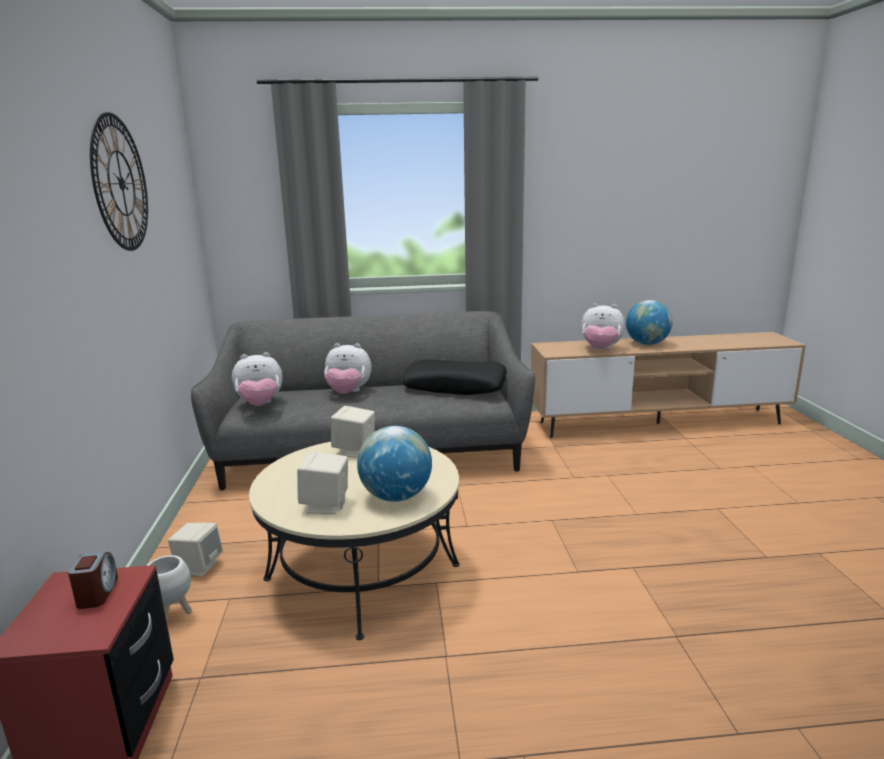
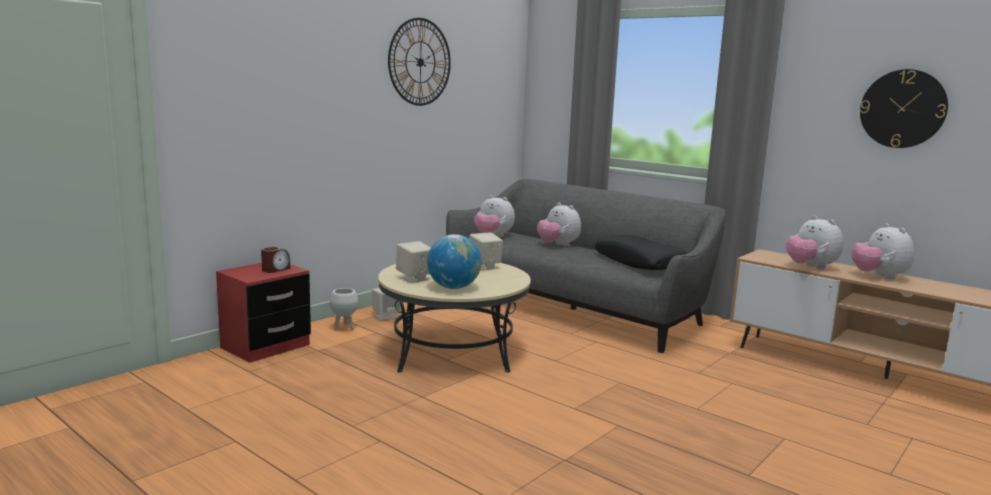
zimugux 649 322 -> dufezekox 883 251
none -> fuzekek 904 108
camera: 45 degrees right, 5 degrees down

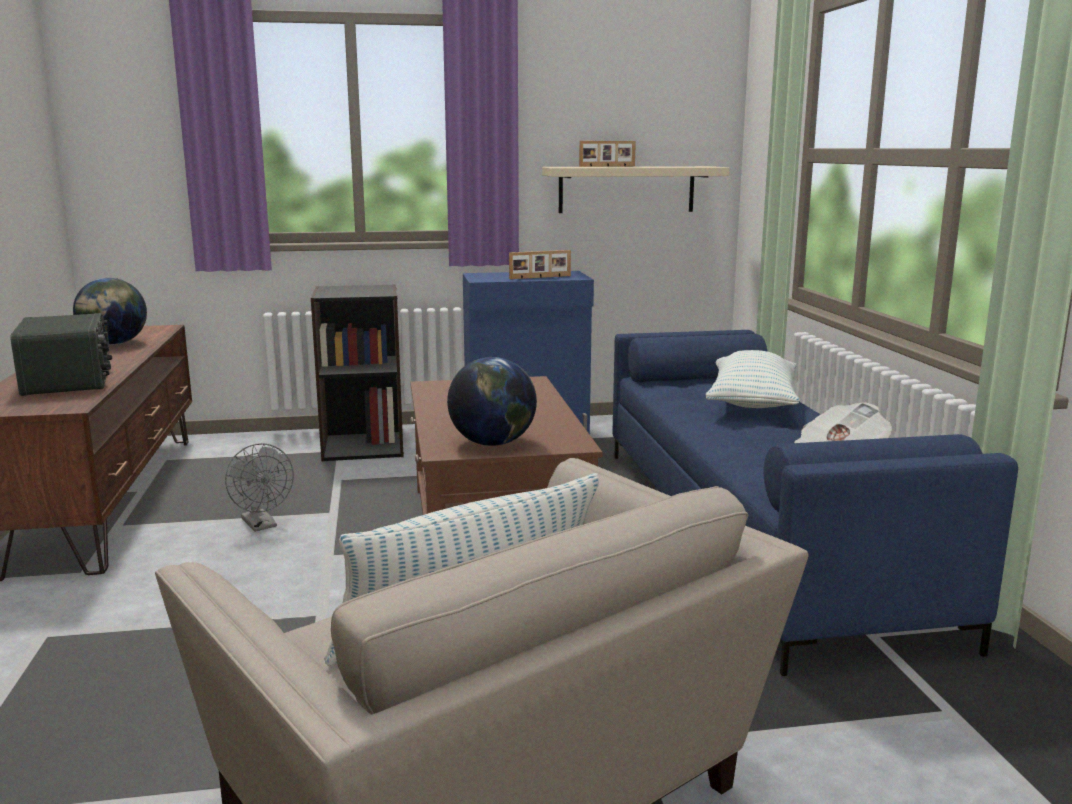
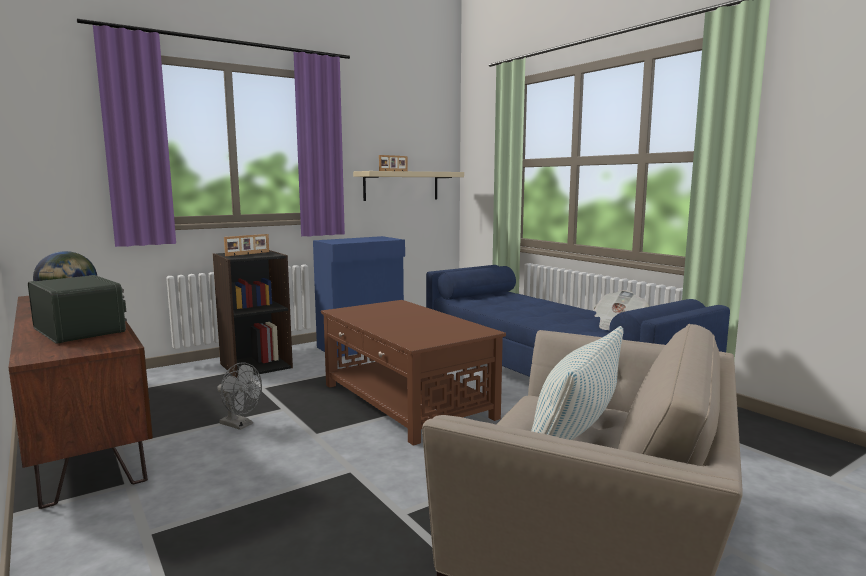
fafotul 540 264 -> fafotul 246 245, moved
zimugux 492 401 -> none
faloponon 753 379 -> none
camera: 25 degrees left, 5 degrees down

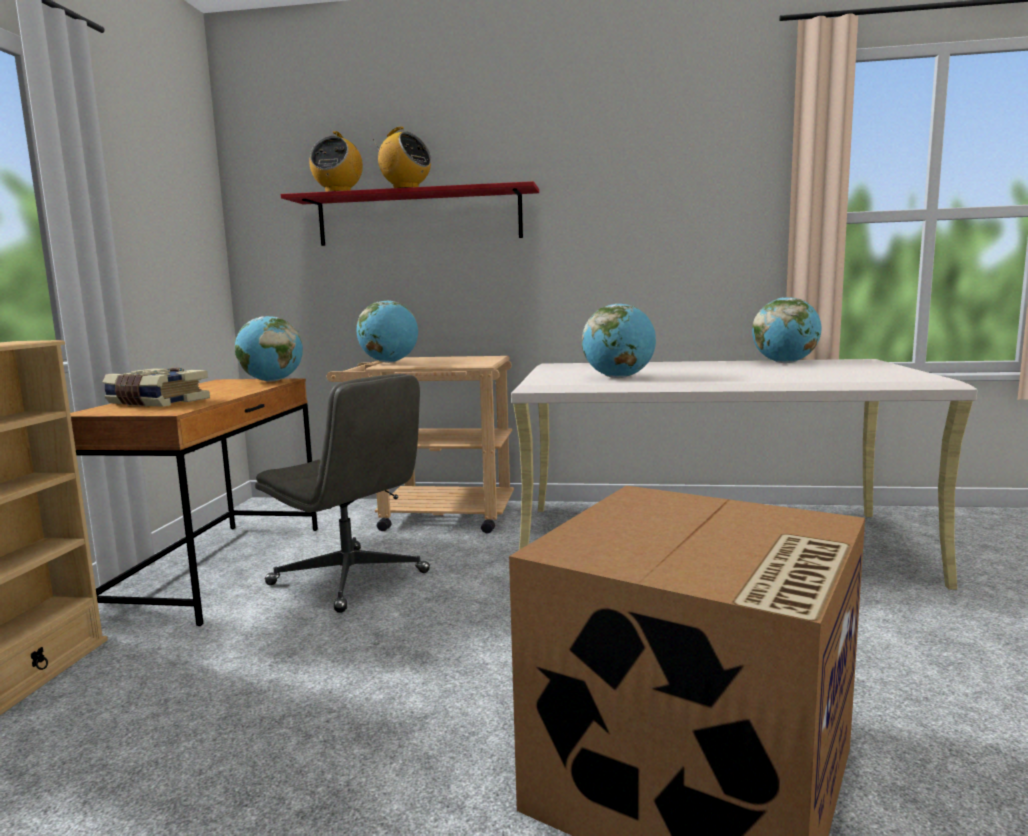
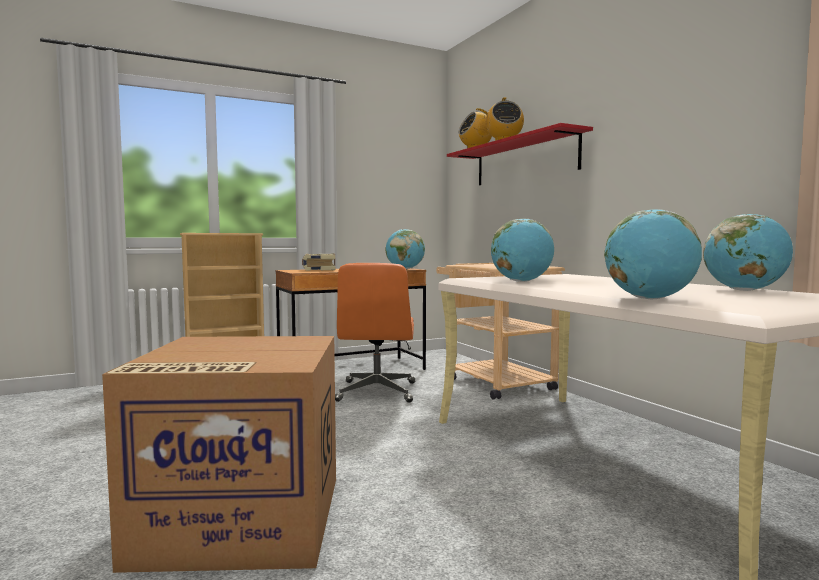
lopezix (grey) 342 493 -> lopezix (orange) 375 333
zimugux 387 331 -> zimugux 653 254, moved
camera: 55 degrees right, 5 degrees down

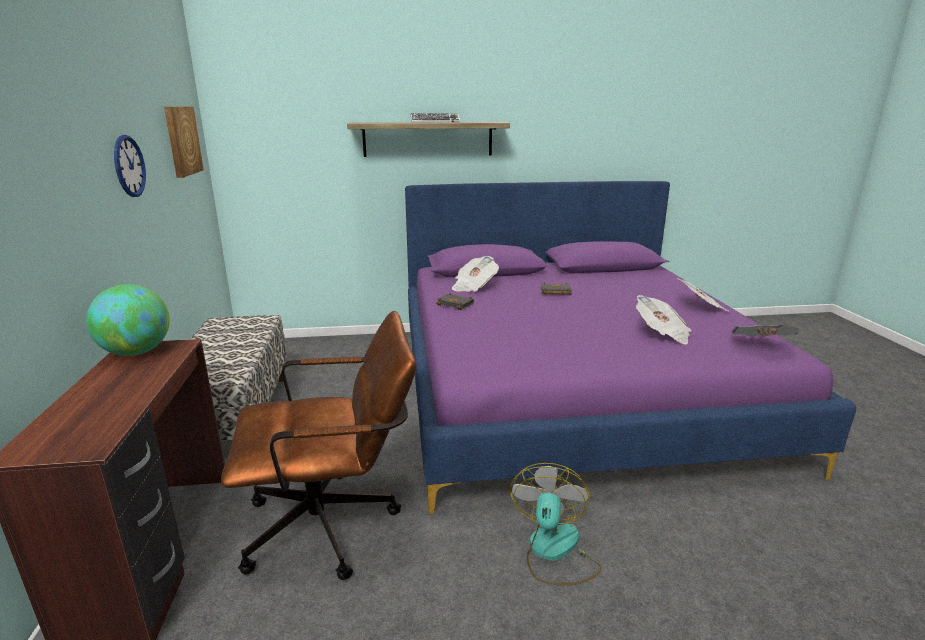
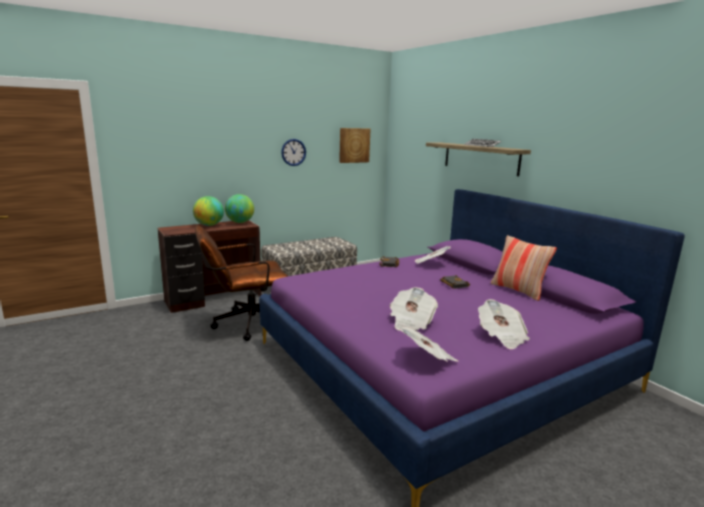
none -> zimugux 208 211
lopezix (brown) 319 445 -> lopezix (brown) 241 283, 105 degrees clockwise
none -> faloponon 524 268
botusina 556 524 -> none
camera: 65 degrees right, 5 degrees down

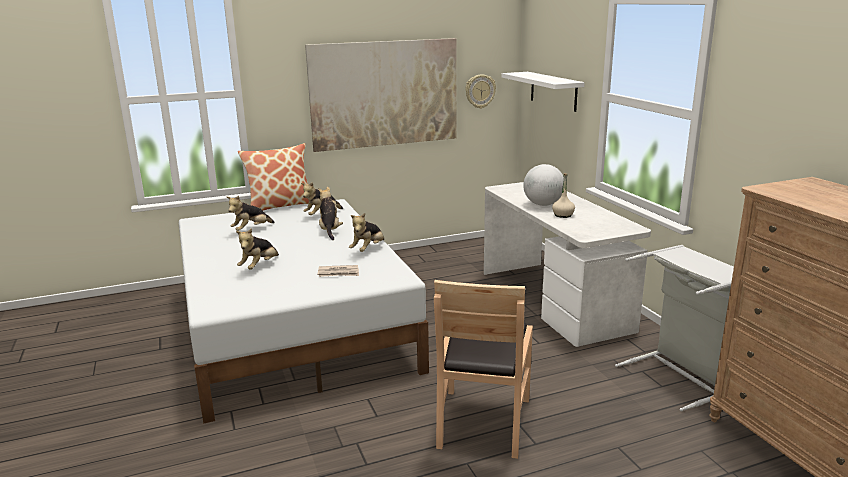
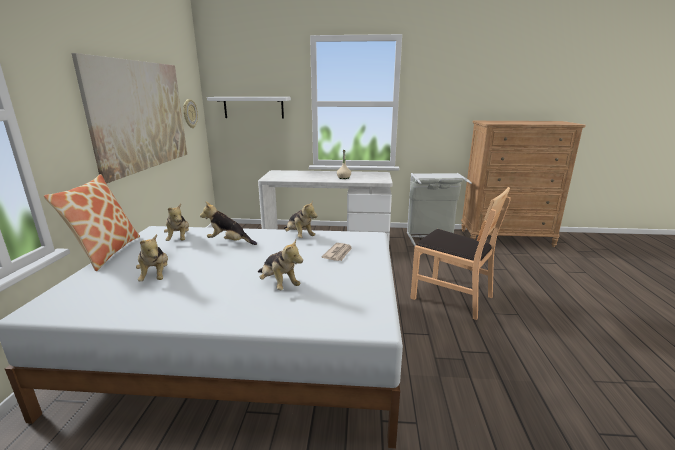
zimugux 543 185 -> none
camera: 65 degrees left, 0 degrees up

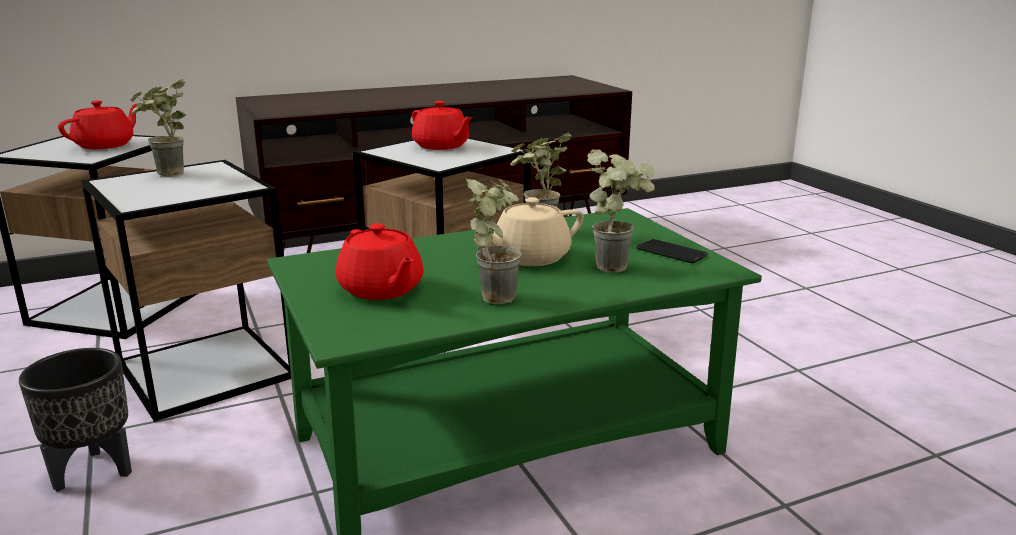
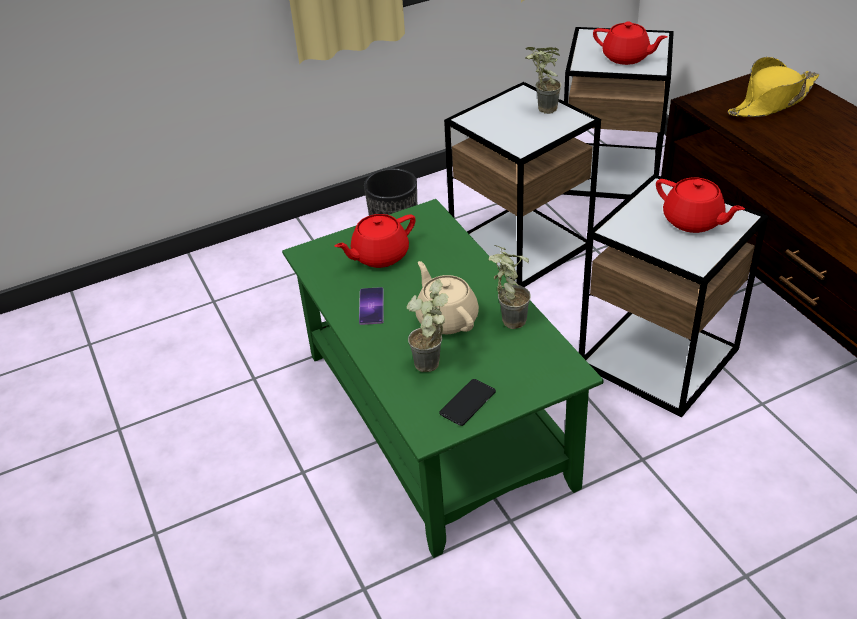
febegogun 494 241 -> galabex 371 306
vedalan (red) 442 125 -> vedalan (red) 700 205, 90 degrees counterclockwise
none -> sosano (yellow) 774 87
camera: 90 degrees right, 20 degrees up

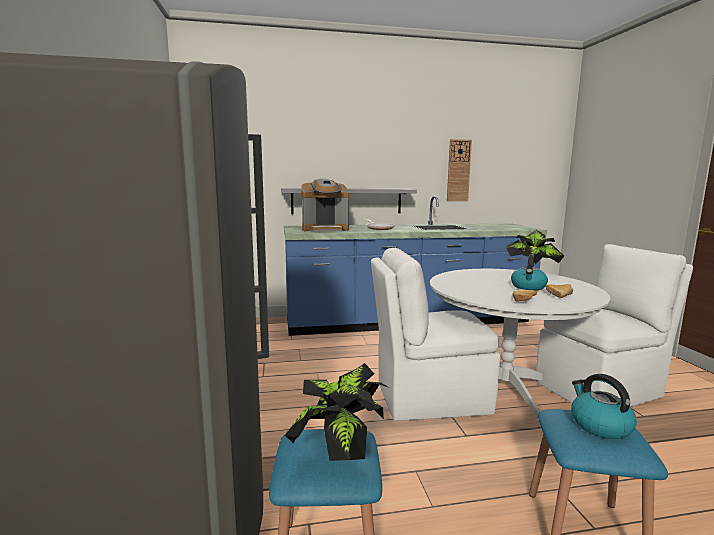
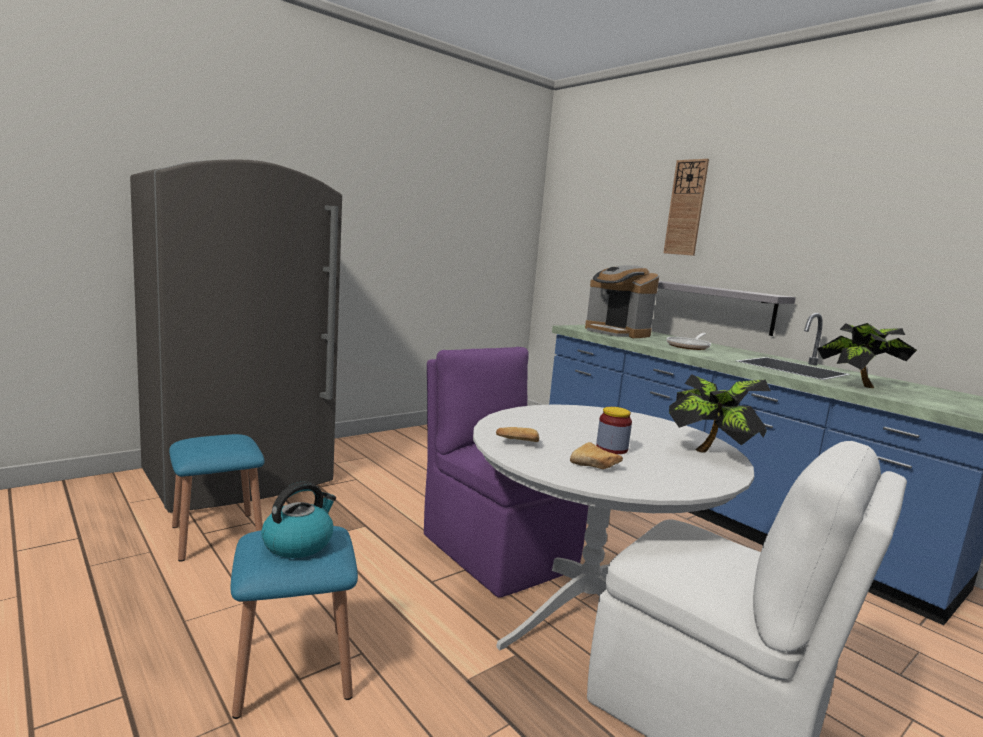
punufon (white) 435 334 -> punufon (purple) 506 472
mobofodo 529 272 -> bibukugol 614 430
fuzekek 459 170 -> fuzekek 686 207, moved
febegogun 336 412 -> febegogun 867 355, moved
camera: 60 degrees right, 0 degrees up

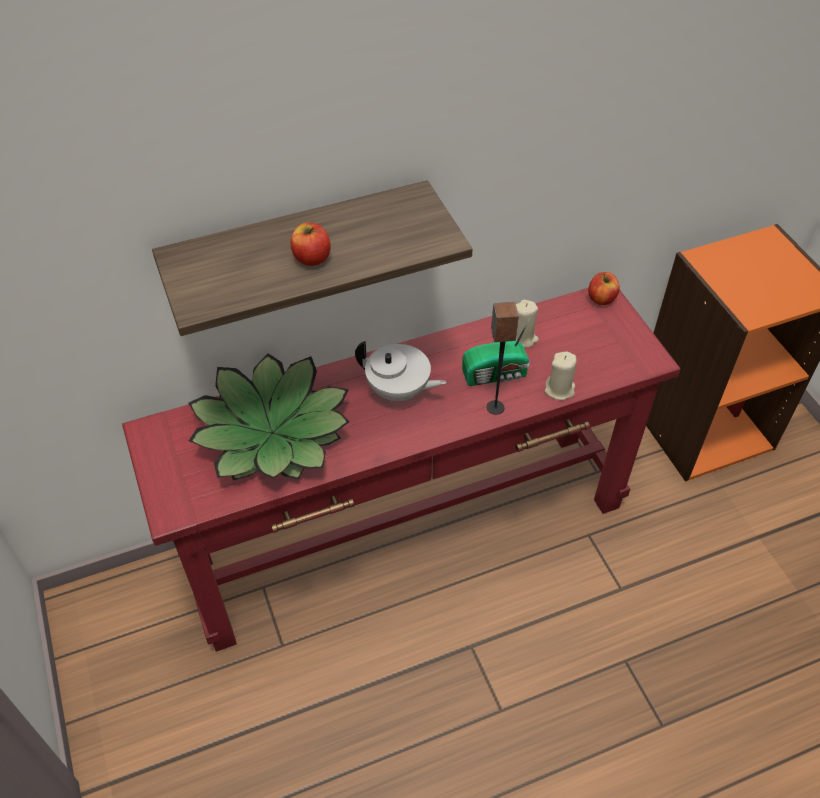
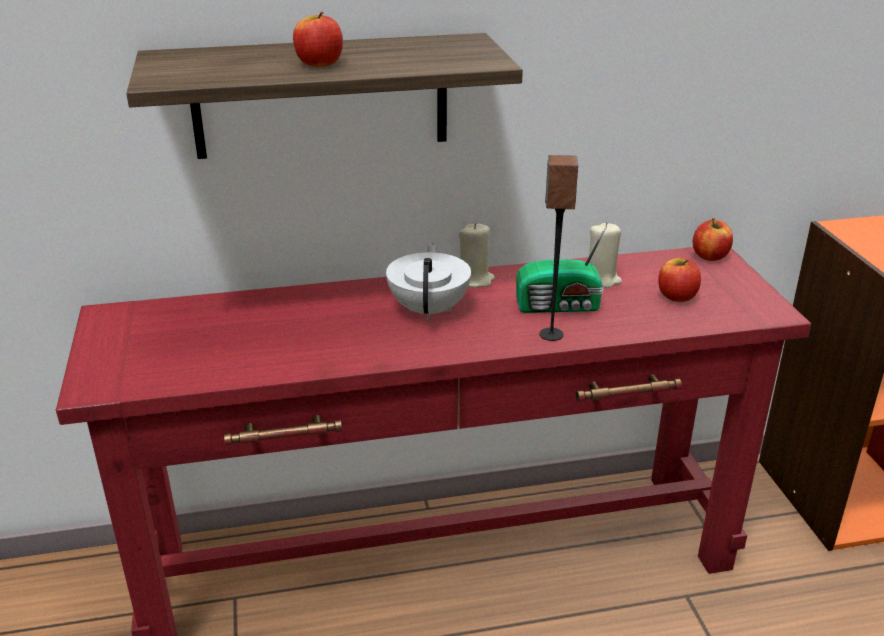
vedalan (white) 400 372 -> vedalan (white) 428 281, 120 degrees counterclockwise
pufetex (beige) 561 376 -> pufetex (beige) 477 255, moved
none -> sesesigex 679 280
febegogun 269 416 -> none
camera: 10 degrees right, 20 degrees down

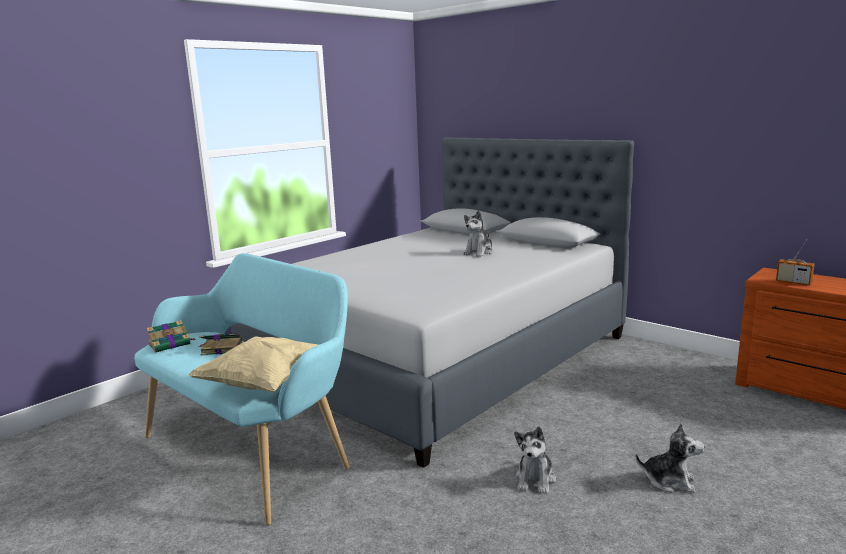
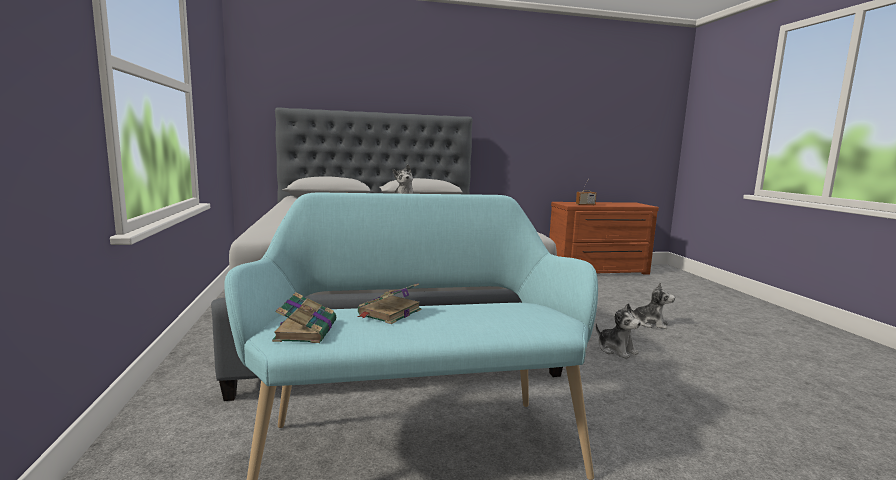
dufezekox 670 458 -> dufezekox 652 305, 60 degrees clockwise
faloponon (beige) 253 365 -> none
camera: 55 degrees left, 5 degrees down

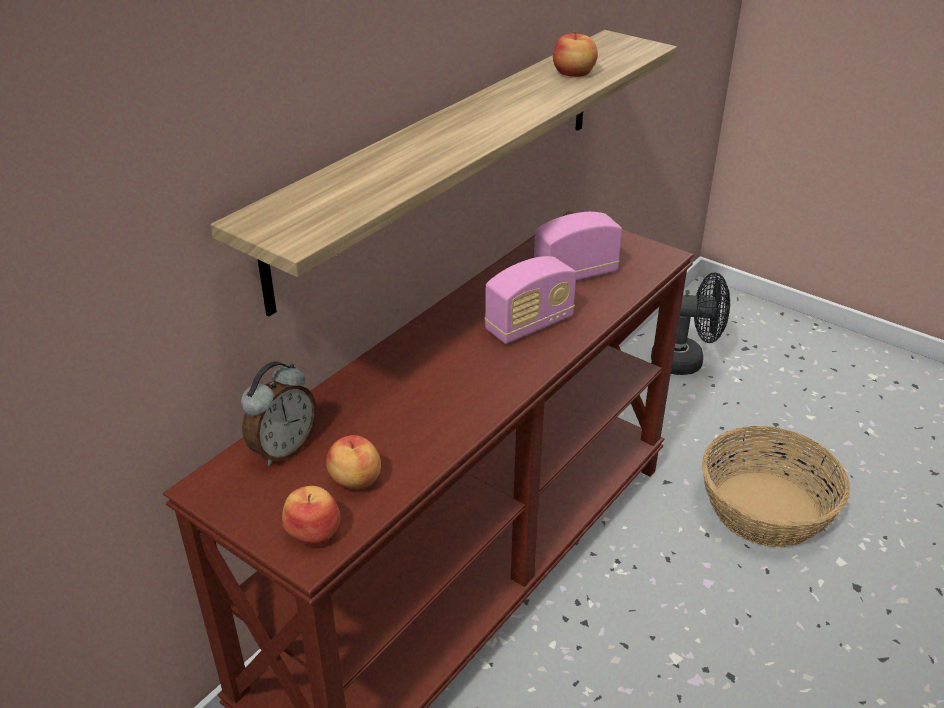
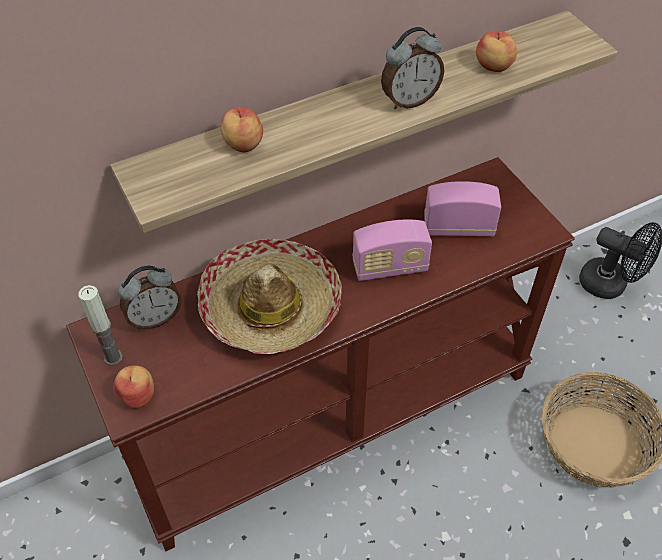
none -> pufetex 100 325
none -> sosano 269 296
sesesigex 353 463 -> sesesigex 242 129, moved
none -> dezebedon 412 68
camera: 25 degrees right, 15 degrees up

